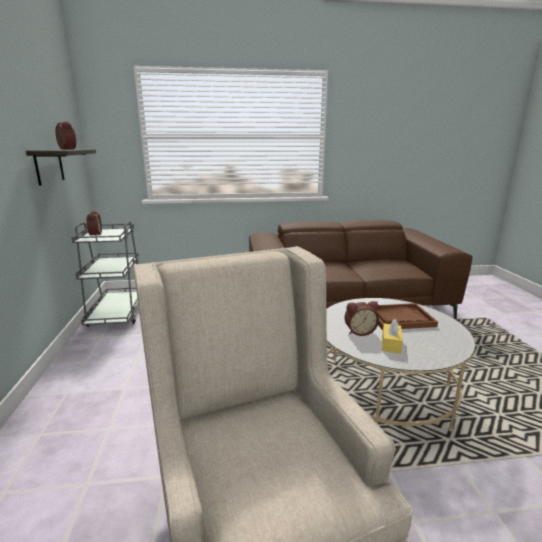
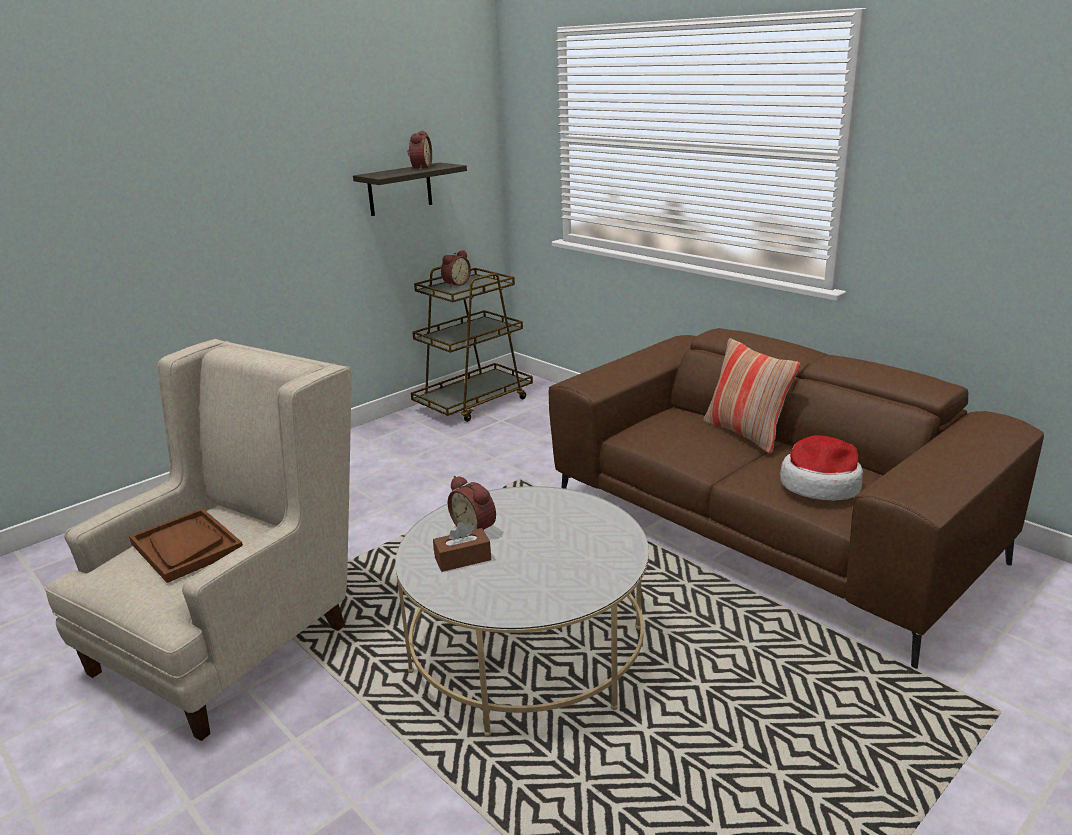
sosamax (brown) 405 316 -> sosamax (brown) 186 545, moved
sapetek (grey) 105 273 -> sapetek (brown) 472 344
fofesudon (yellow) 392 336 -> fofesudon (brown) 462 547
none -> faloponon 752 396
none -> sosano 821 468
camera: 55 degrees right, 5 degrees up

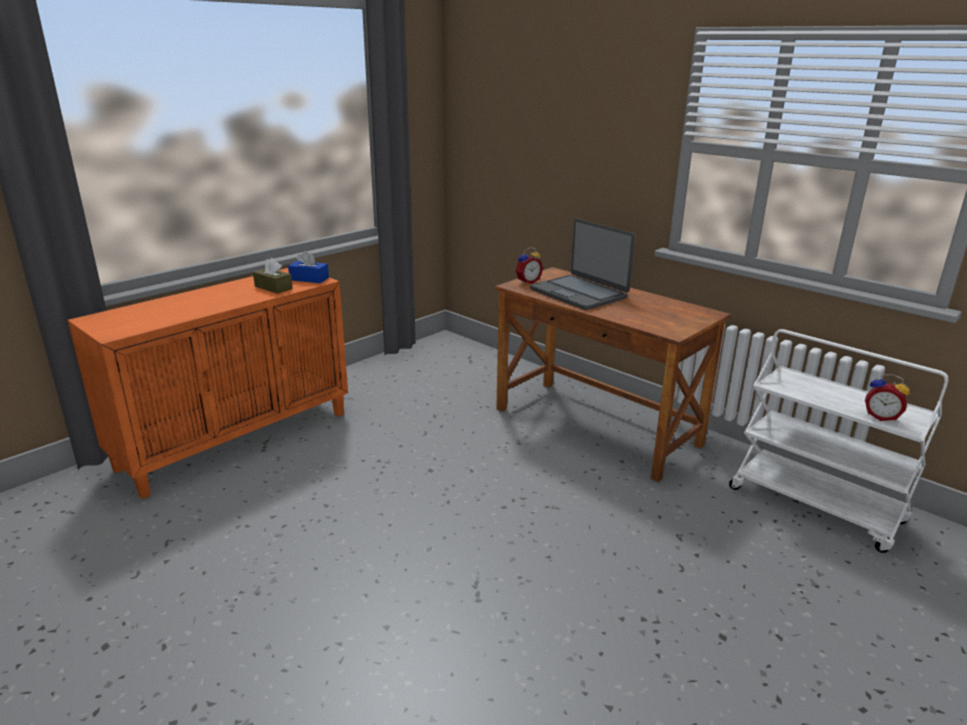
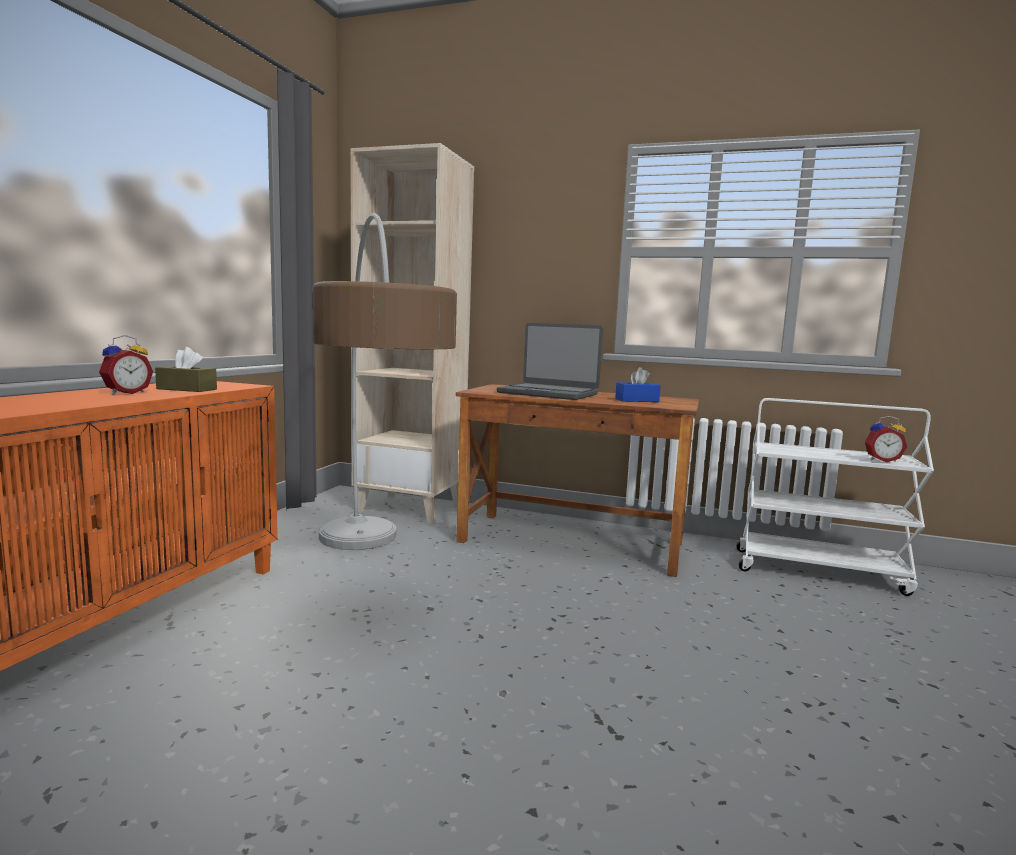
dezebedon 529 265 -> dezebedon 126 365, moved
none -> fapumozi 385 381
none -> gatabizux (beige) 412 333
fofesudon (blue) 308 267 -> fofesudon (blue) 638 384, moved
camera: 25 degrees left, 15 degrees down

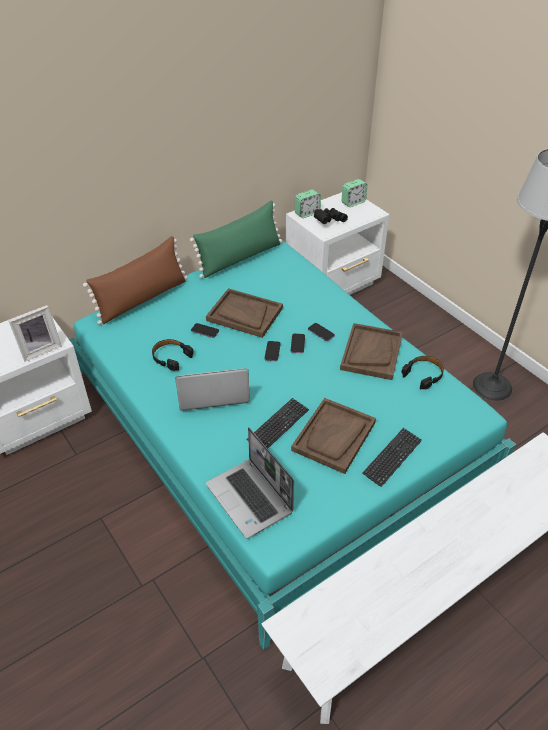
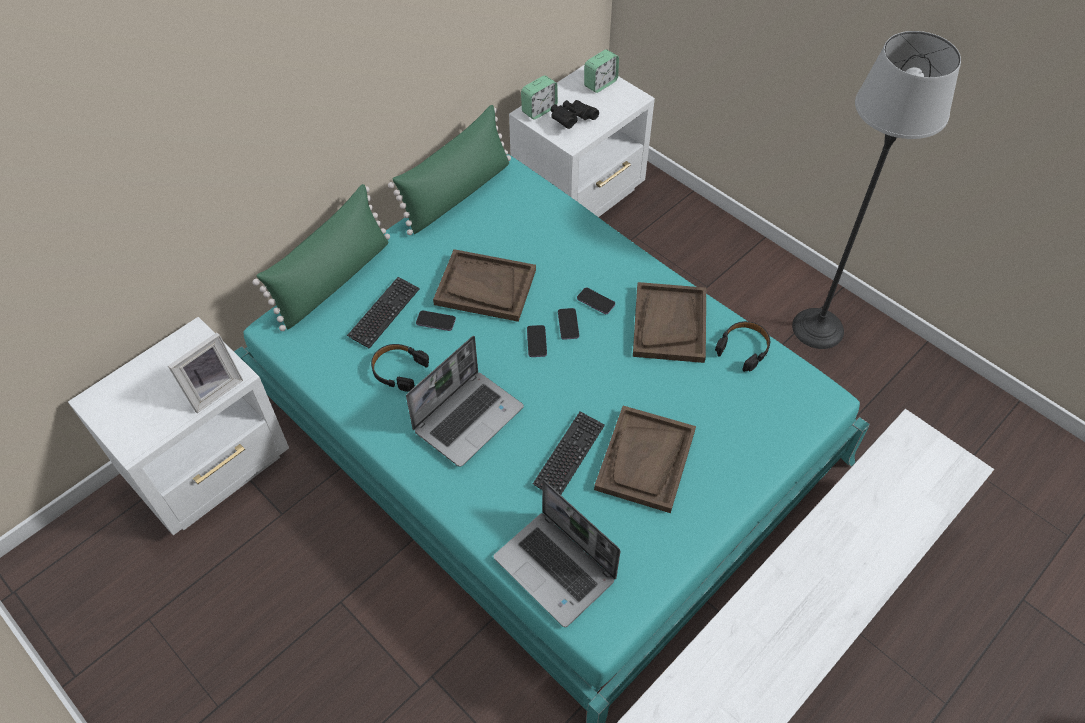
faloponon (brown) 135 280 -> faloponon (green) 321 257
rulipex 392 457 -> rulipex 383 313, moved
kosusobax 212 389 -> kosusobax 465 401, 150 degrees clockwise
camera: 10 degrees left, 10 degrees up

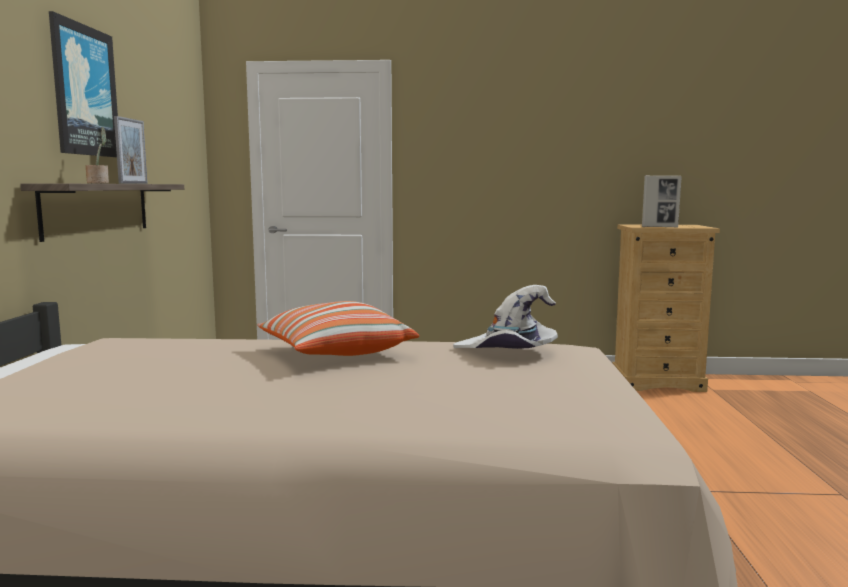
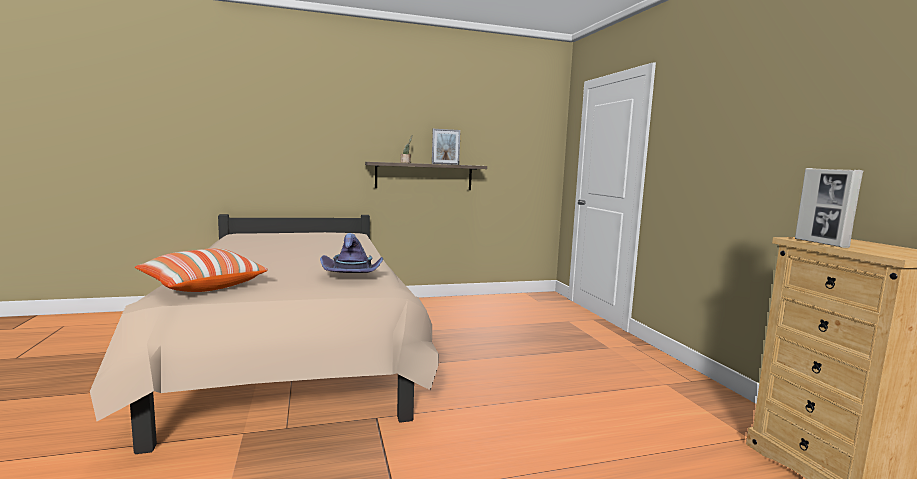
faloponon 338 328 -> faloponon 201 270, moved
sosano (white) 505 317 -> sosano (purple) 351 253
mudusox 83 84 -> none
camera: 70 degrees right, 0 degrees up

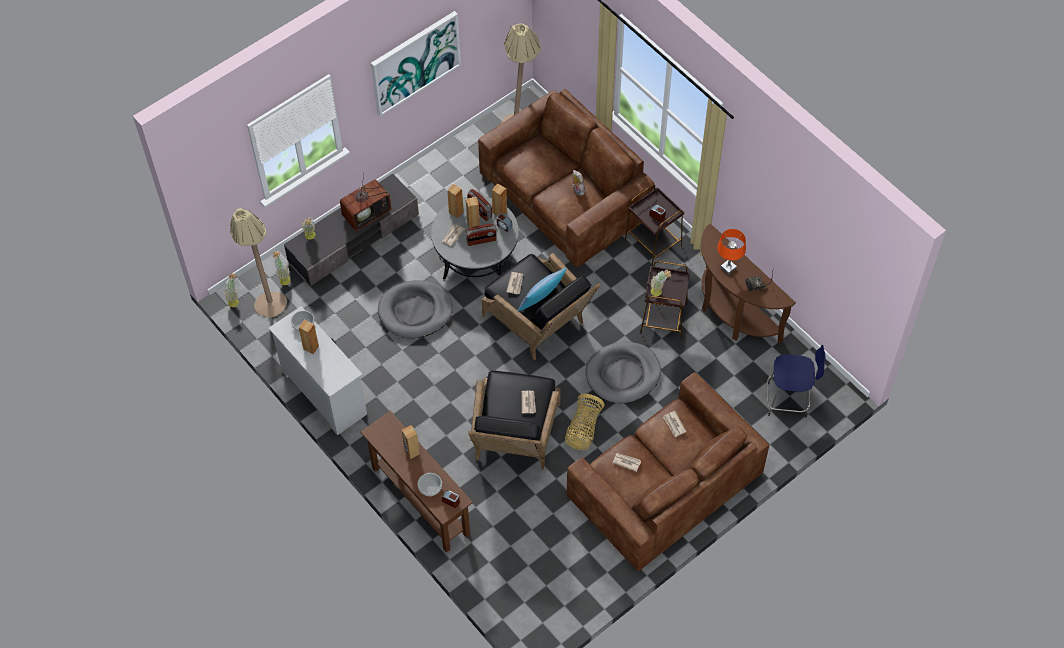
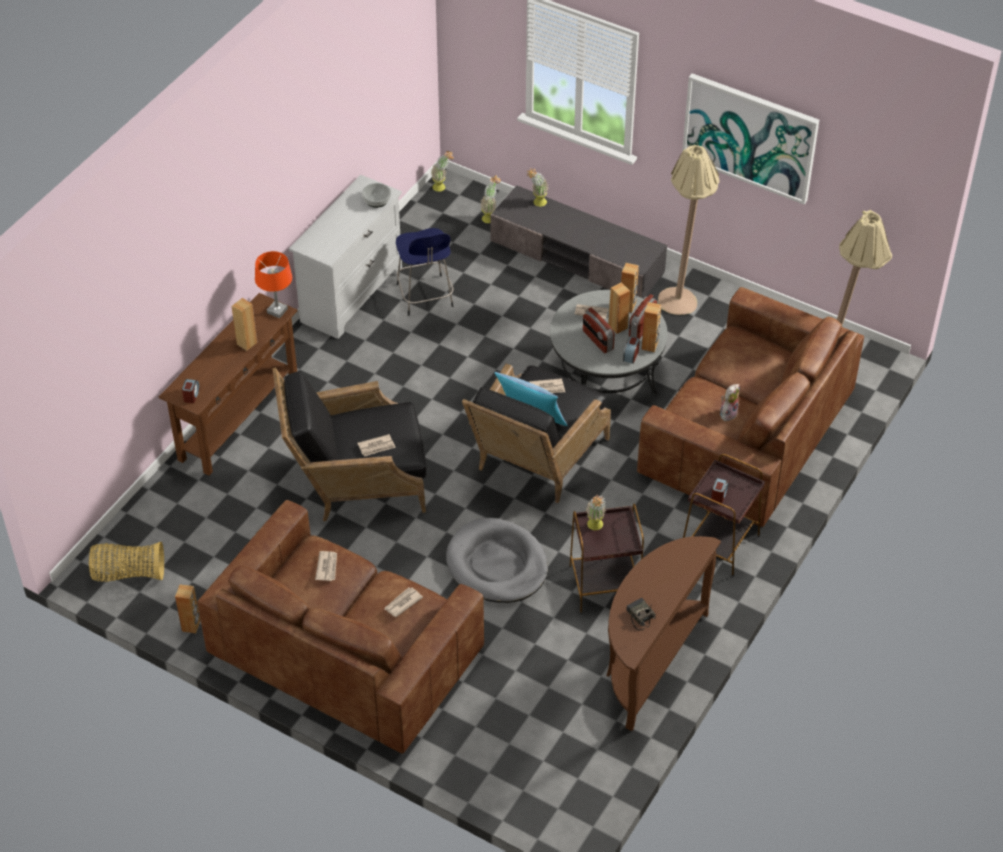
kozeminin 585 422 -> kozeminin 126 562, moved
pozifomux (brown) 309 337 -> pozifomux (brown) 187 609, moved
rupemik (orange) 731 252 -> rupemik (orange) 273 284, moved
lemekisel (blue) 796 381 -> lemekisel (blue) 424 272, moved
fapumozi (beige) 258 263 -> fapumozi (beige) 688 230, moved
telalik 365 203 -> none
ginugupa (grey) 415 309 -> none
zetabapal 429 484 -> none
camera: 70 degrees right, 10 degrees down

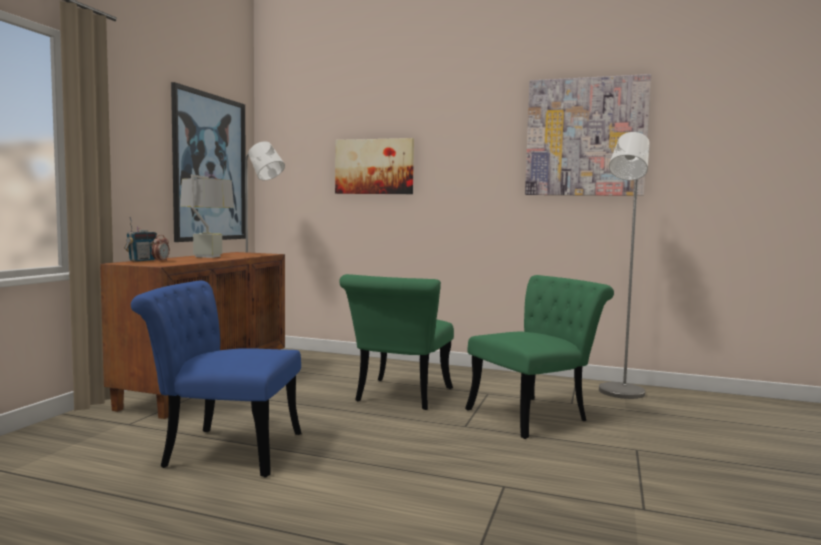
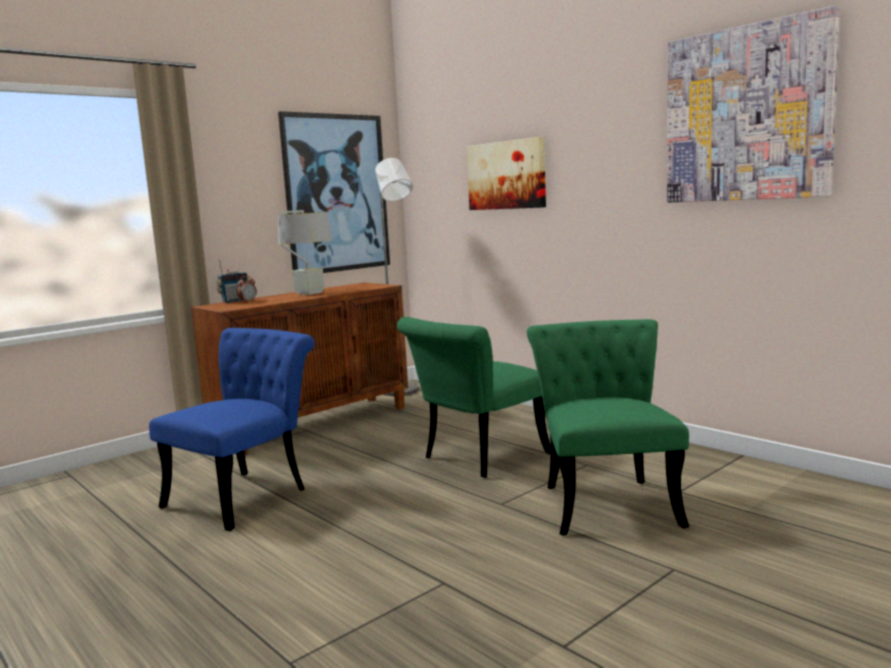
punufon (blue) 216 378 -> punufon (blue) 232 429, 90 degrees clockwise
punufon (green) 539 357 -> punufon (green) 608 427, 90 degrees counterclockwise
fapumozi (grey) 624 265 -> none
camera: 30 degrees right, 5 degrees up

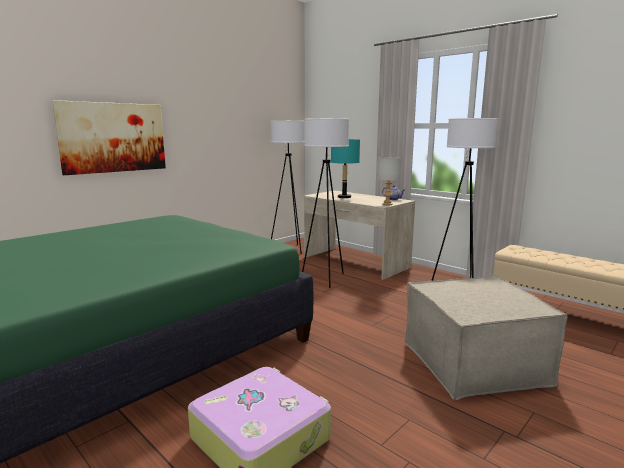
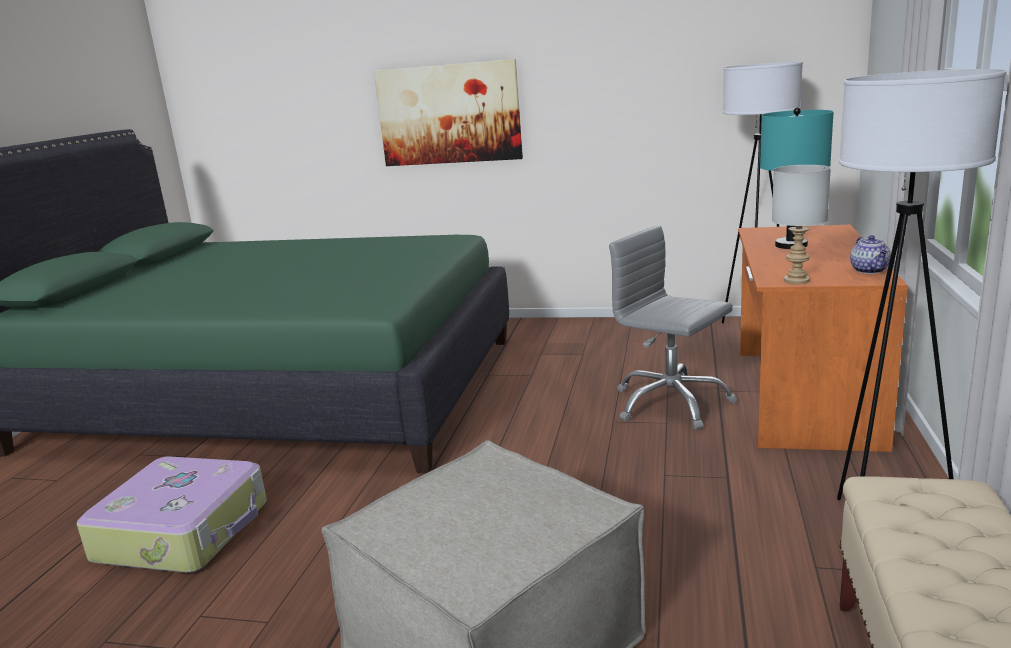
fapumozi (white) 325 203 -> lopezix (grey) 673 327
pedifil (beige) 359 235 -> pedifil (orange) 823 338
camera: 60 degrees right, 5 degrees up

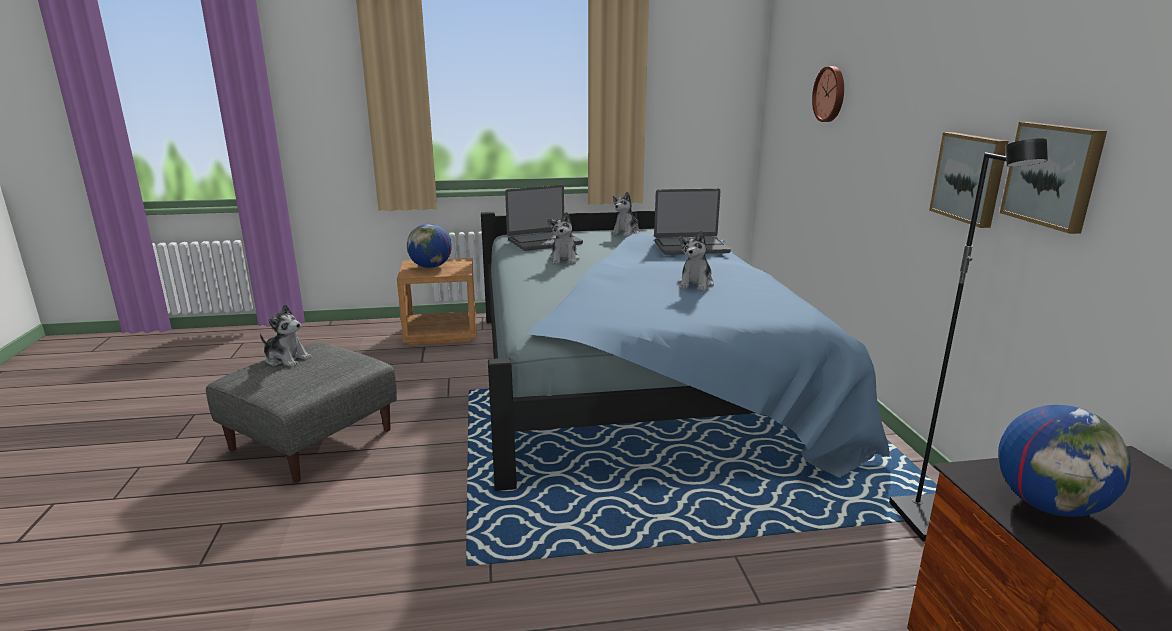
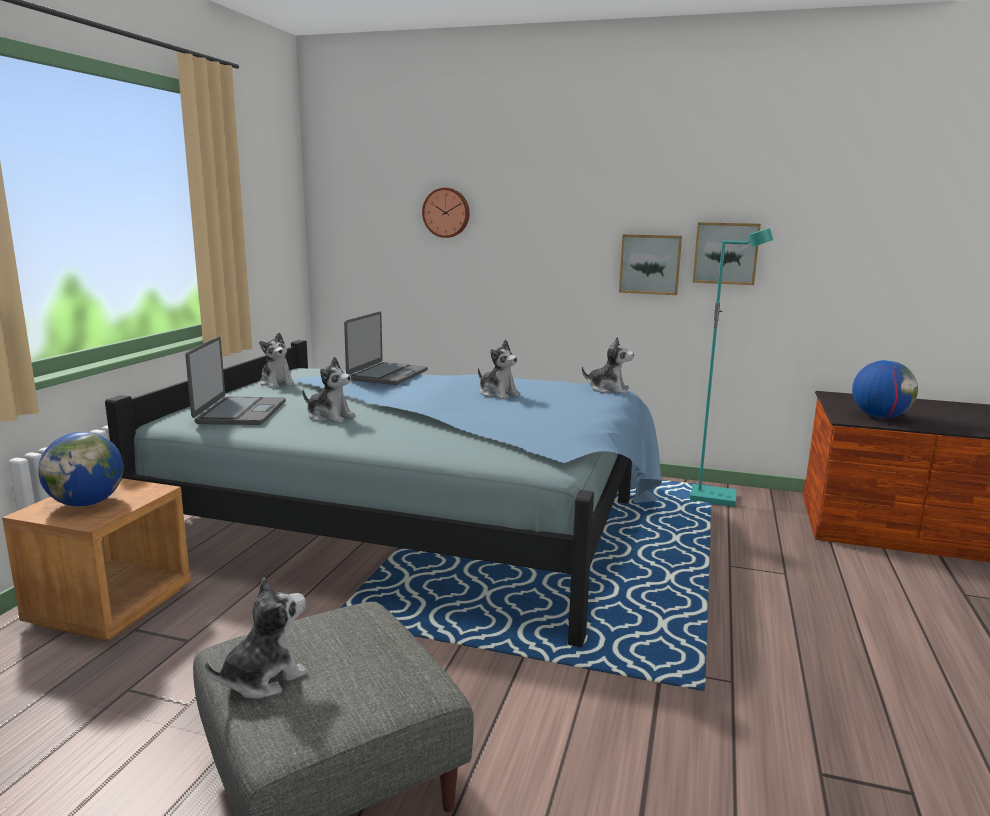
none -> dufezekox 608 365
fapumozi (black) 968 340 -> fapumozi (turquoise) 731 367
camera: 65 degrees left, 5 degrees down

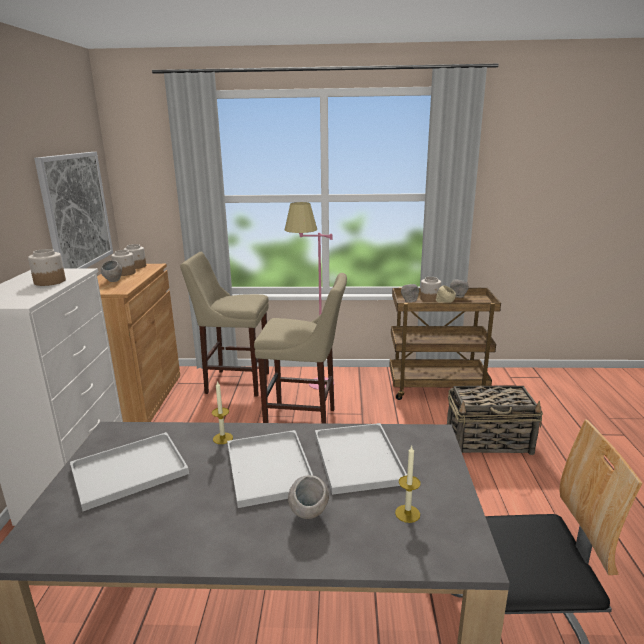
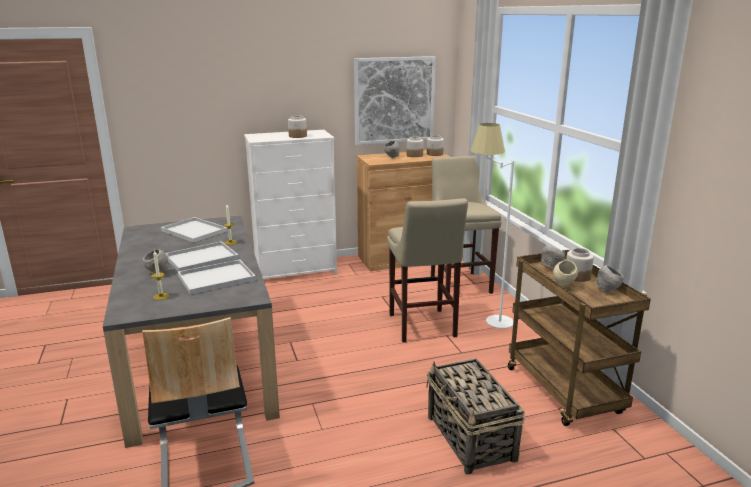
fapumozi (pink) 309 296 -> fapumozi (white) 492 226
camera: 70 degrees right, 0 degrees up

